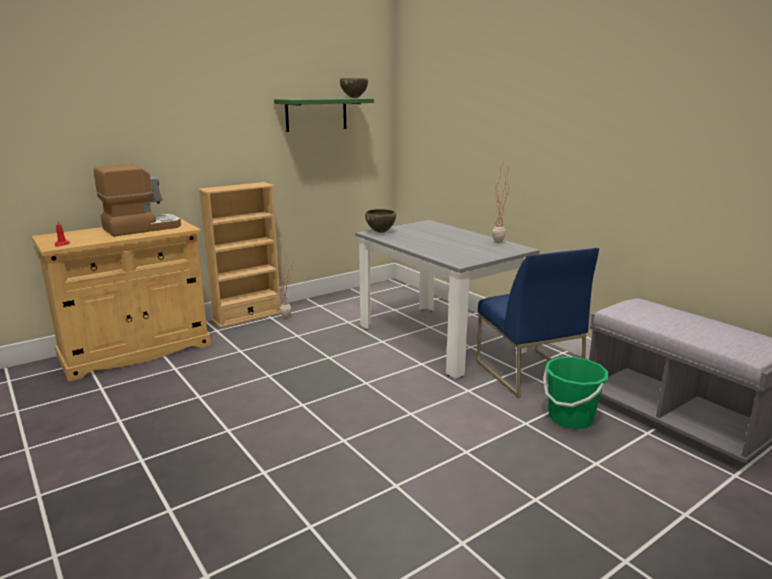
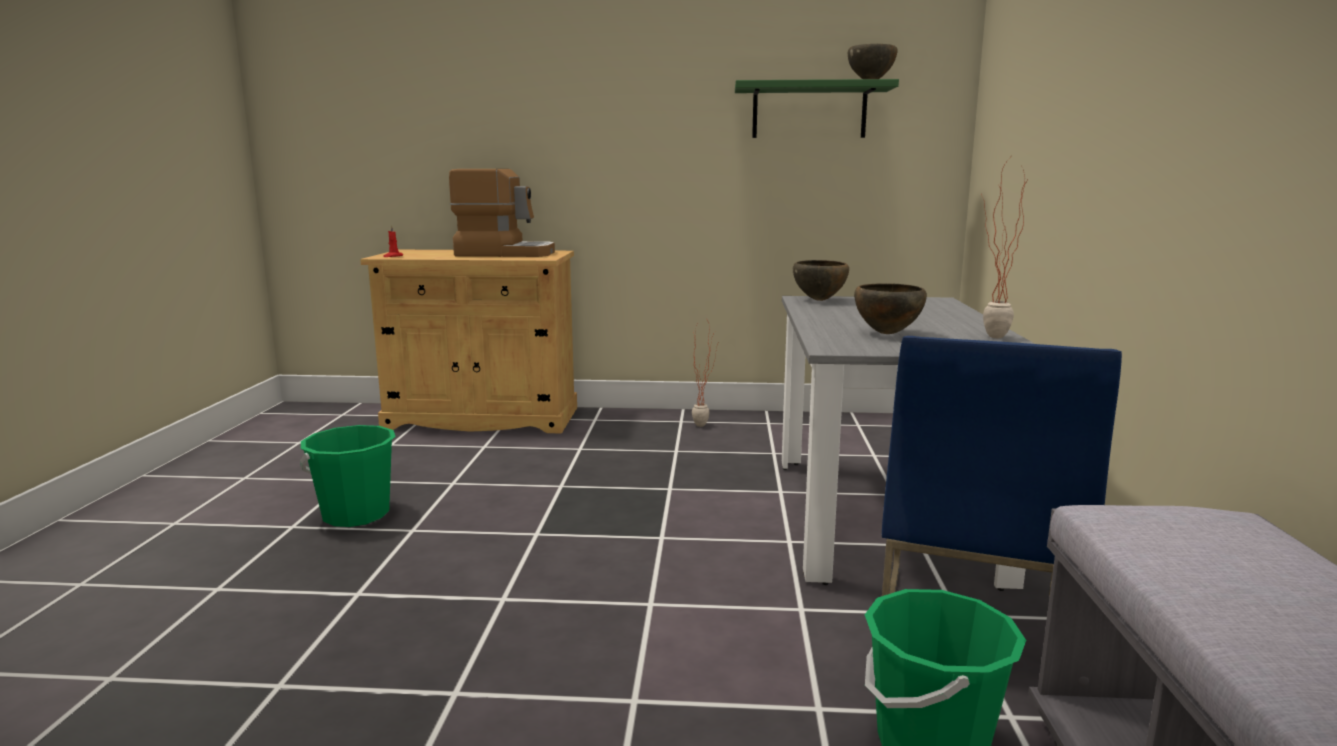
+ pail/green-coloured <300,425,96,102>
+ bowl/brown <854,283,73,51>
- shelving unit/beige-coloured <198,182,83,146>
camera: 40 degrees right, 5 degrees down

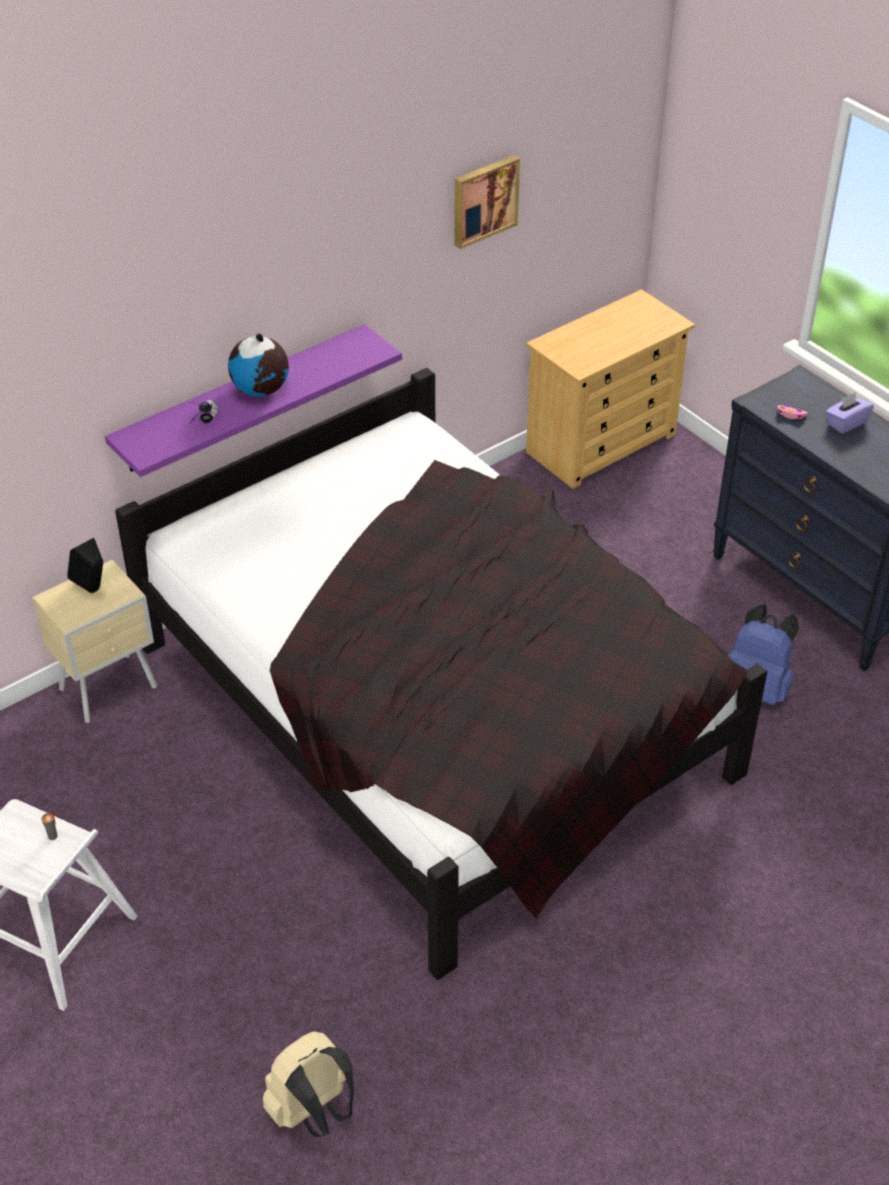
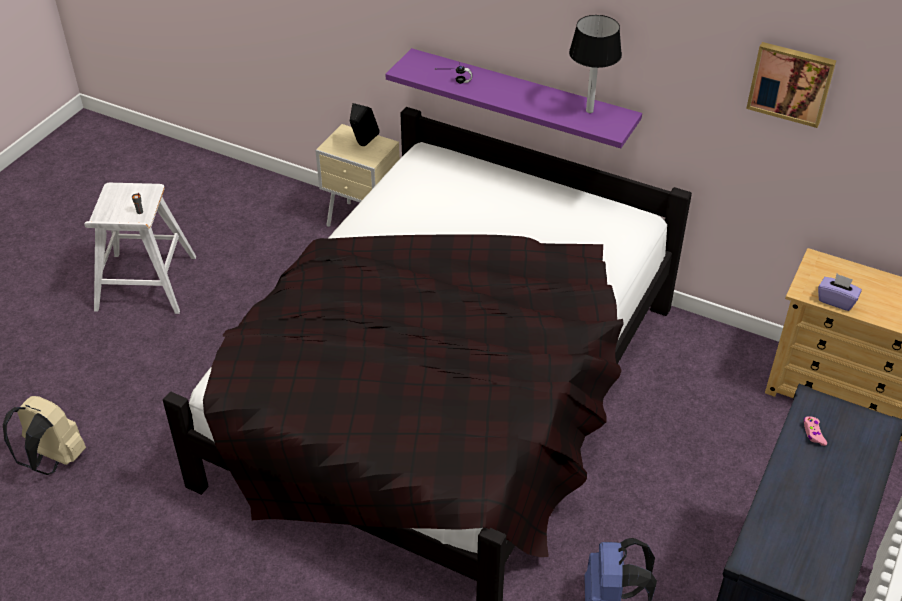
+ tabletop lamp <569,15,53,98>
~ tissue box/purple <826,392,48,42> to <818,274,44,37>
- world globe <228,333,61,64>
camera: 65 degrees right, 0 degrees up

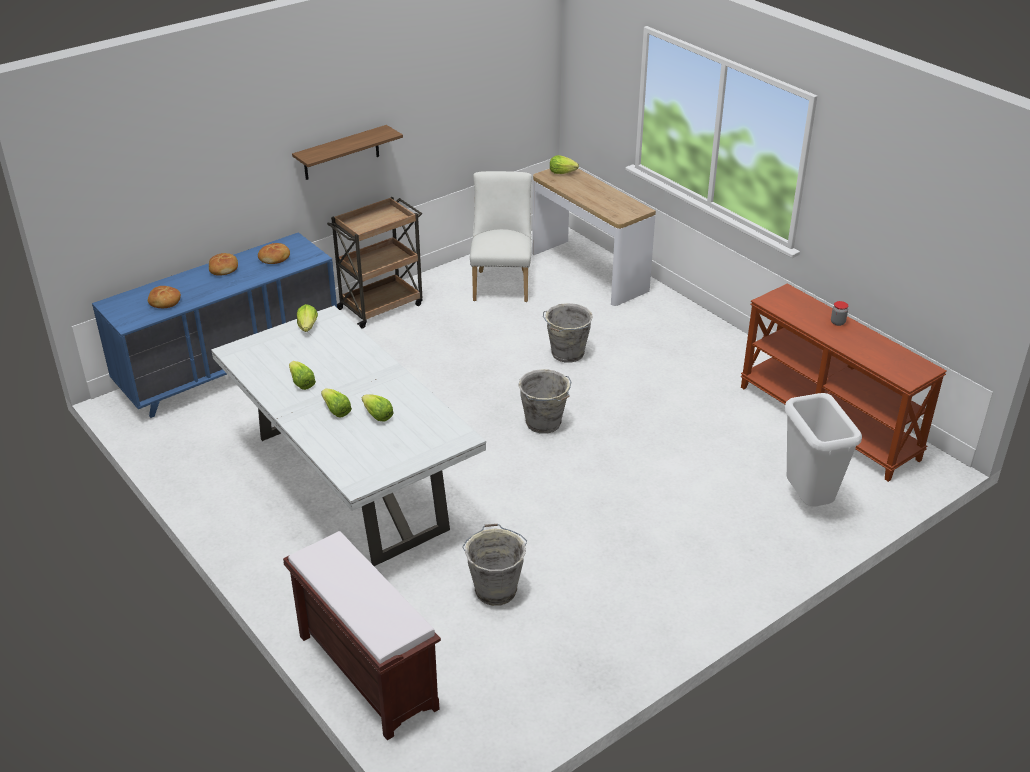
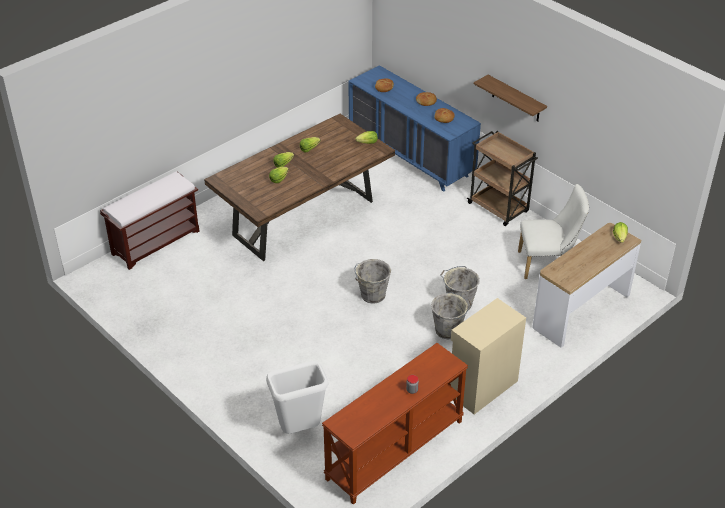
~ kitchen table/white-coloured <211,306,275,260> to kitchen table/brown <204,114,191,147>
~ pail/greyish <462,524,65,82> to <431,292,41,47>
+ storage cabinet/beige-coloured <450,298,76,116>
camera: 85 degrees right, 5 degrees up

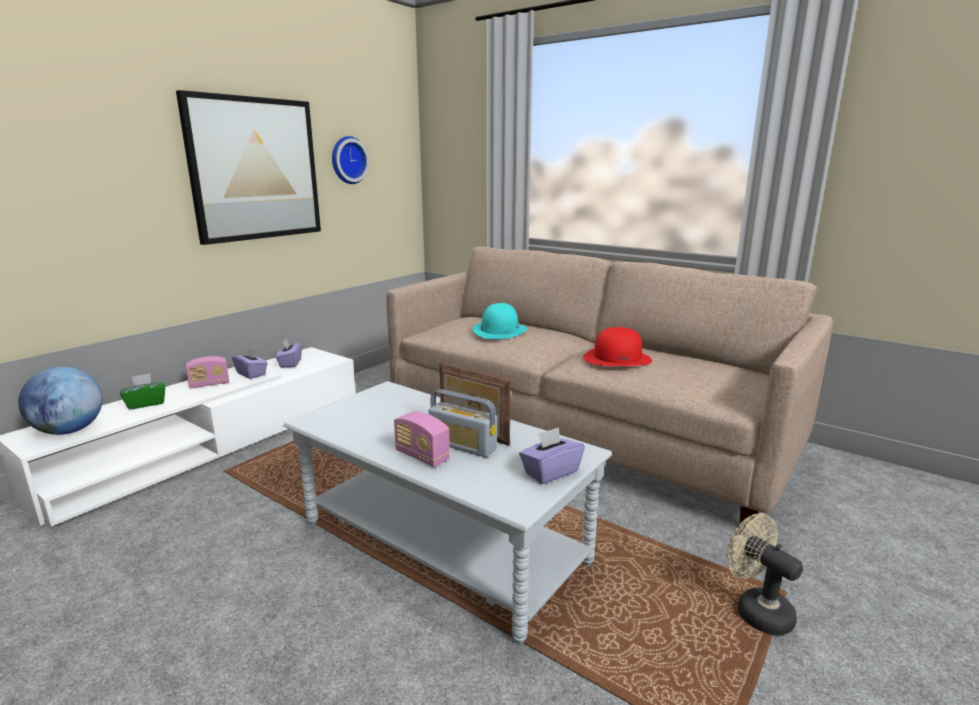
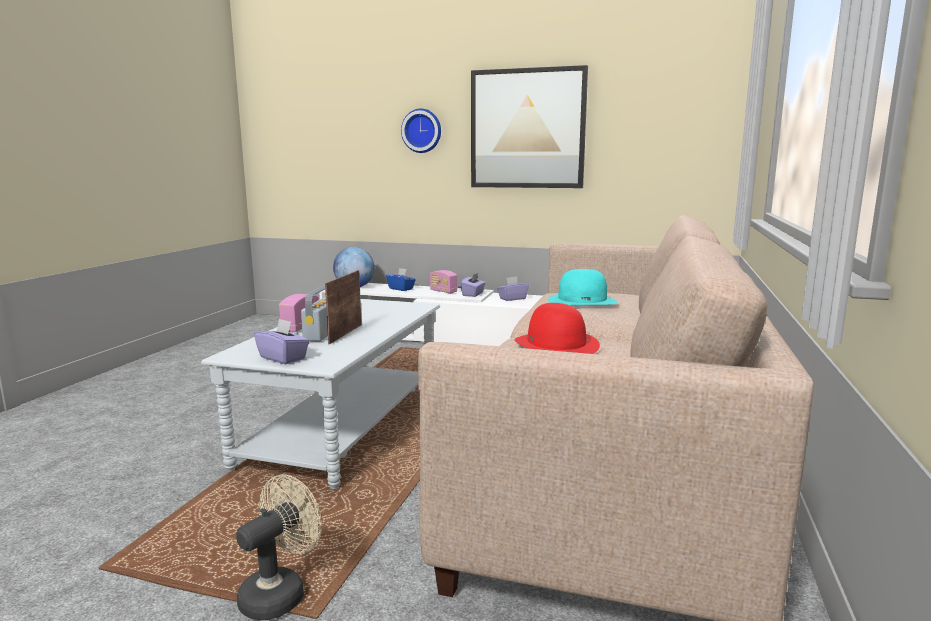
~ tissue box/green-coloured <120,374,45,36> to tissue box/blue-coloured <386,268,30,23>
~ clock on the wall <332,136,37,48> to <401,109,40,44>
camera: 70 degrees right, 5 degrees down

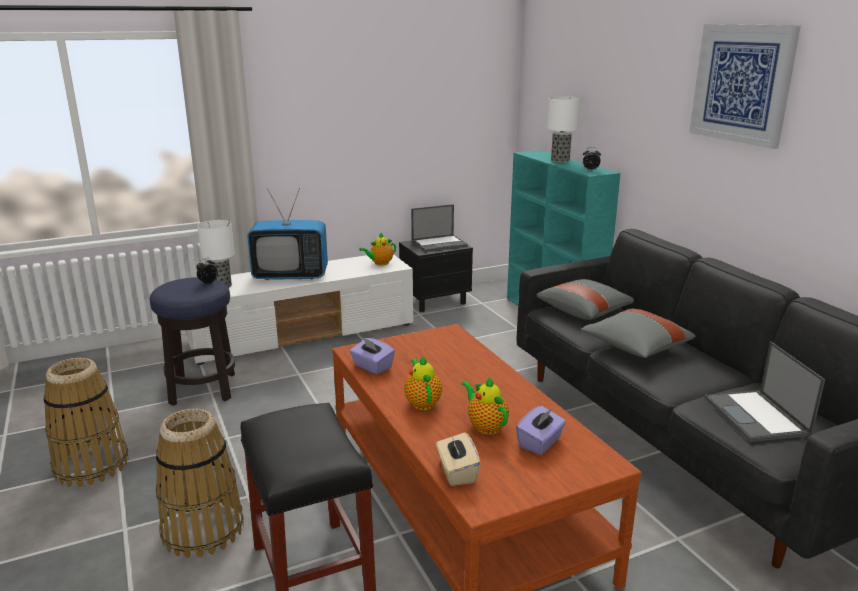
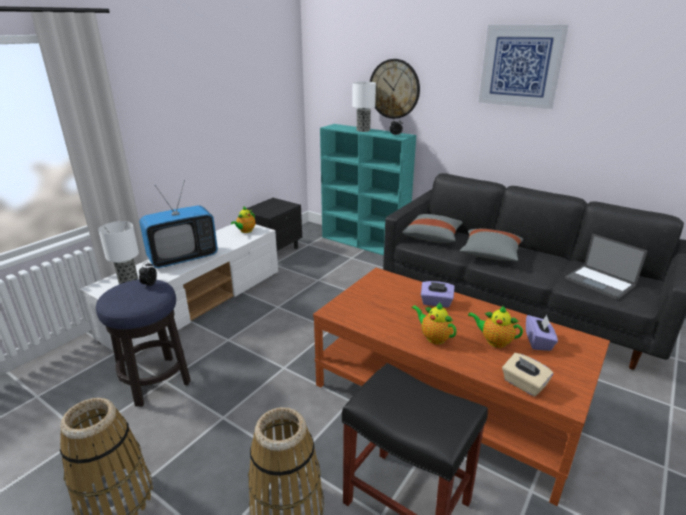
+ clock on the wall <370,59,50,60>
~ tissue box/purple <350,337,45,38> to <421,281,33,26>
- notebook computer <411,204,57,48>
camera: 30 degrees left, 5 degrees up

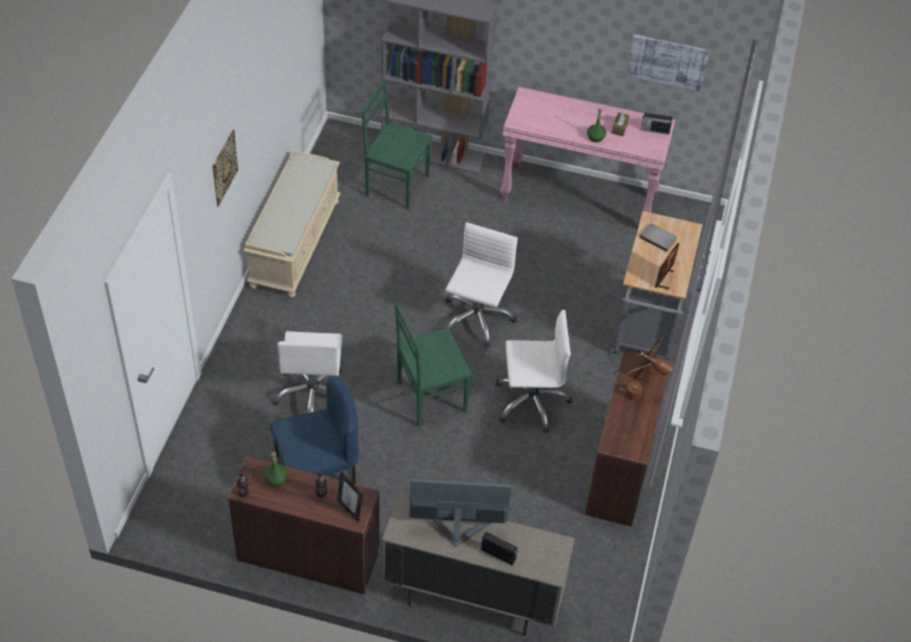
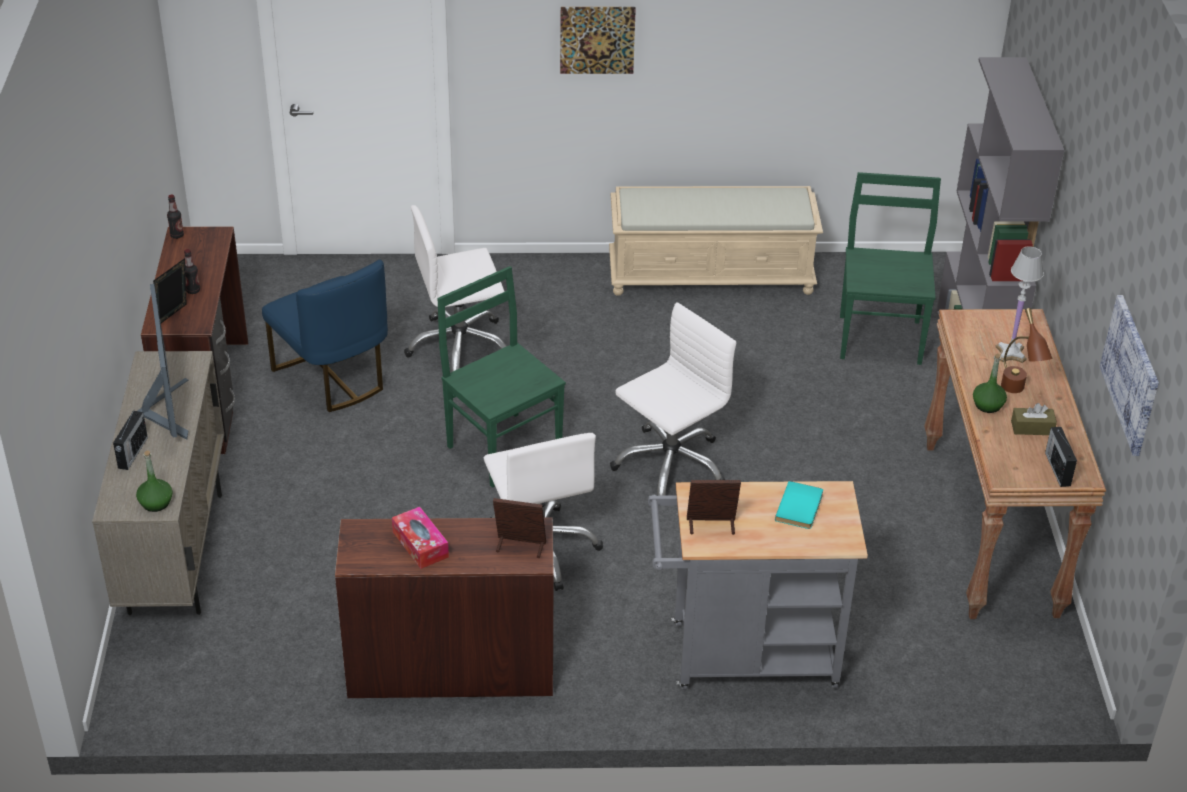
~ drink bottle/green-coloured <264,452,24,35> to <136,451,37,61>
+ tissue box <392,507,57,62>
~ office chair/white-coloured <445,222,73,126> = <610,302,126,194> 45 degrees counterclockwise
~ bound book/greyish <640,224,37,28> to bound book/turquoise <775,481,48,48>
~ narrow table/pink <500,87,175,135> to narrow table/brown <924,309,182,310>
+ tabletop lamp/white-coloured <995,246,49,117>
~ tabletop lamp/brown <617,352,57,49> to <1001,308,51,85>
camera: 75 degrees right, 10 degrees down

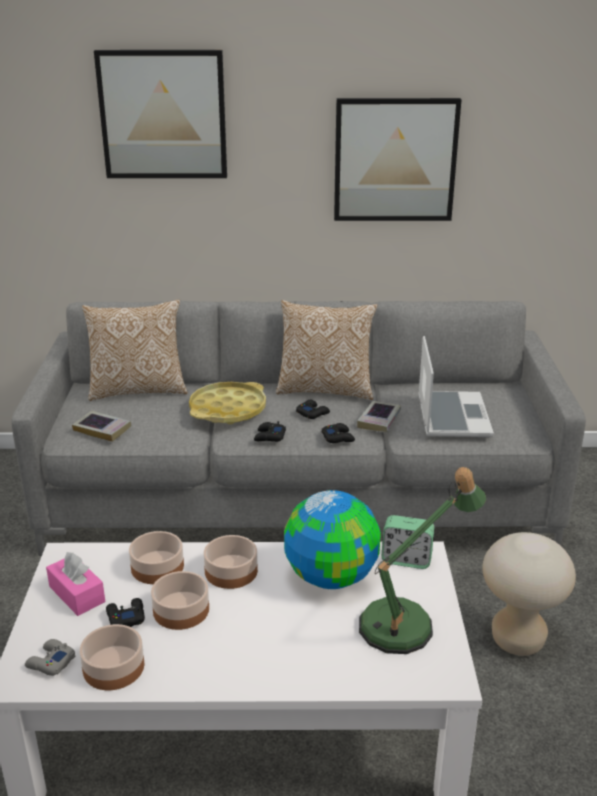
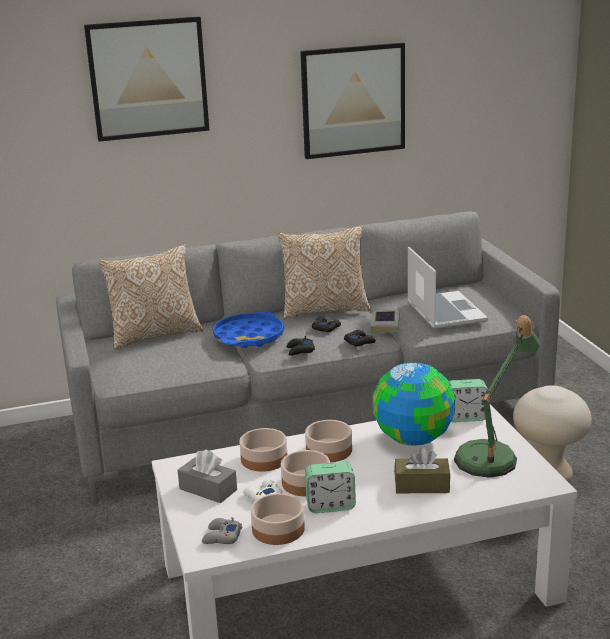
~ tissue box/pink <46,552,59,64> to tissue box/greyish <178,449,59,54>
~ serving tray/yellow <189,382,77,42> to serving tray/blue-coloured <213,311,71,37>
~ game controller/blackish <106,598,39,29> to game controller/white-coloured <243,479,39,23>
+ table clock <305,462,51,51>
+ tissue box/brown <394,447,57,46>
- bound book <72,411,60,31>
camera: 15 degrees left, 5 degrees down

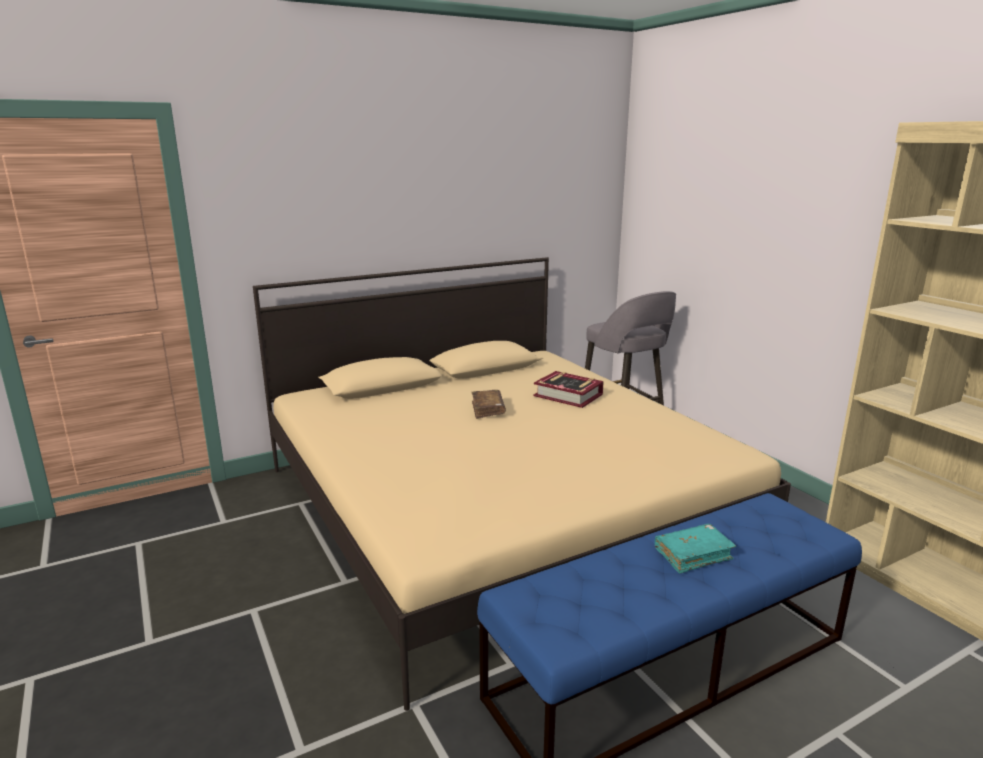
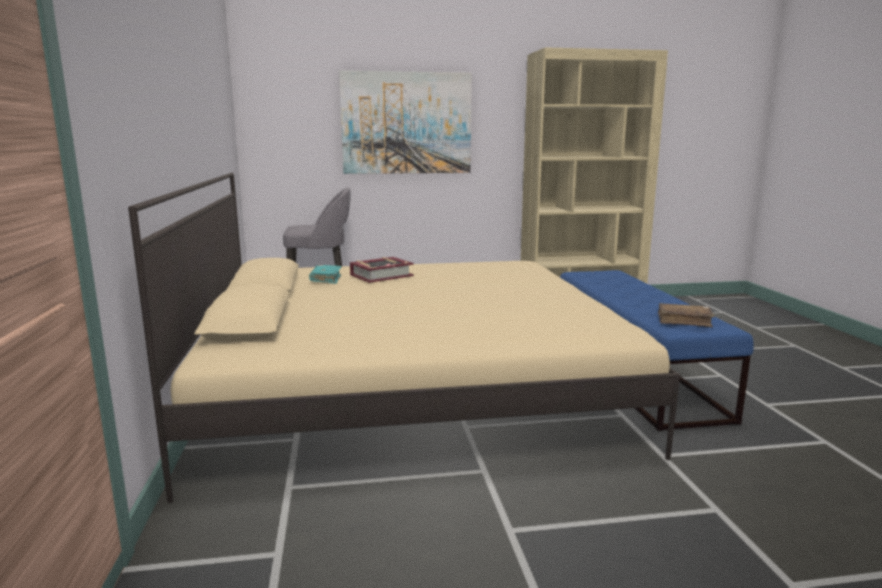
~ bound book/turquoise <655,524,81,50> to <309,265,32,19>
+ wall picture <339,71,133,103>
~ bound book/brown <471,390,35,29> to <658,303,56,24>
camera: 70 degrees left, 5 degrees down

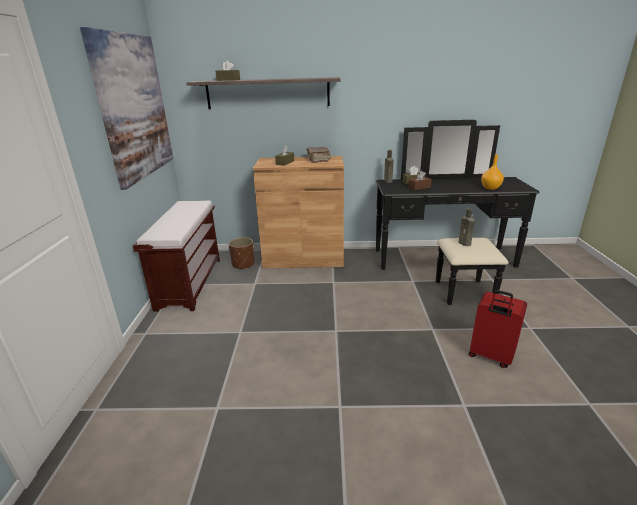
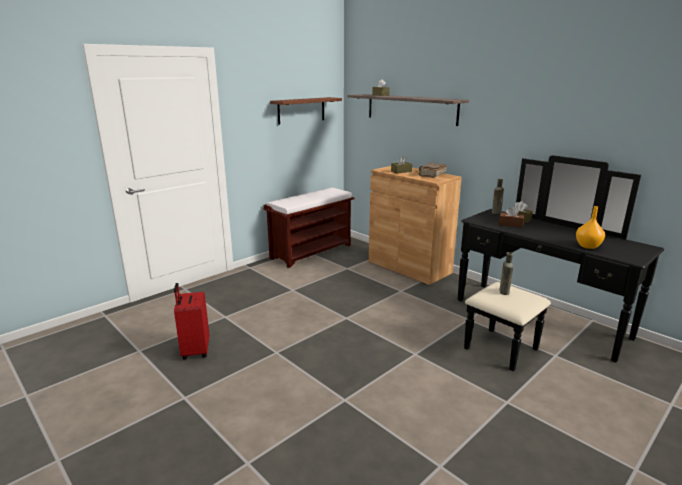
~ suitcase/red <469,290,58,78> to <174,283,35,77>
~ wall picture <80,27,93,163> to bracket shelf/brown <270,97,72,28>
- flower pot/brown <229,237,25,32>
camera: 45 degrees right, 5 degrees down

